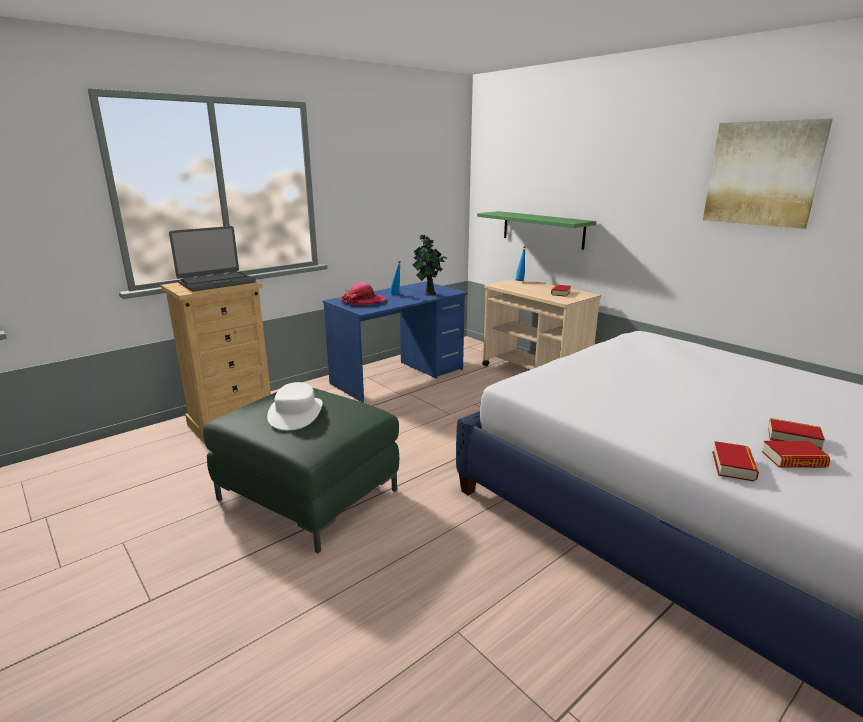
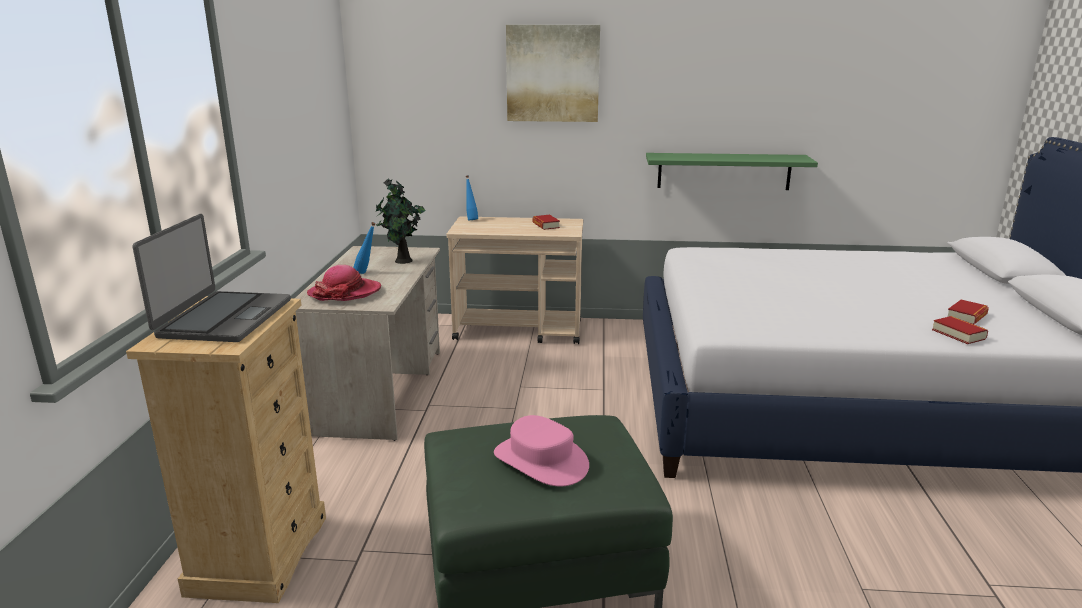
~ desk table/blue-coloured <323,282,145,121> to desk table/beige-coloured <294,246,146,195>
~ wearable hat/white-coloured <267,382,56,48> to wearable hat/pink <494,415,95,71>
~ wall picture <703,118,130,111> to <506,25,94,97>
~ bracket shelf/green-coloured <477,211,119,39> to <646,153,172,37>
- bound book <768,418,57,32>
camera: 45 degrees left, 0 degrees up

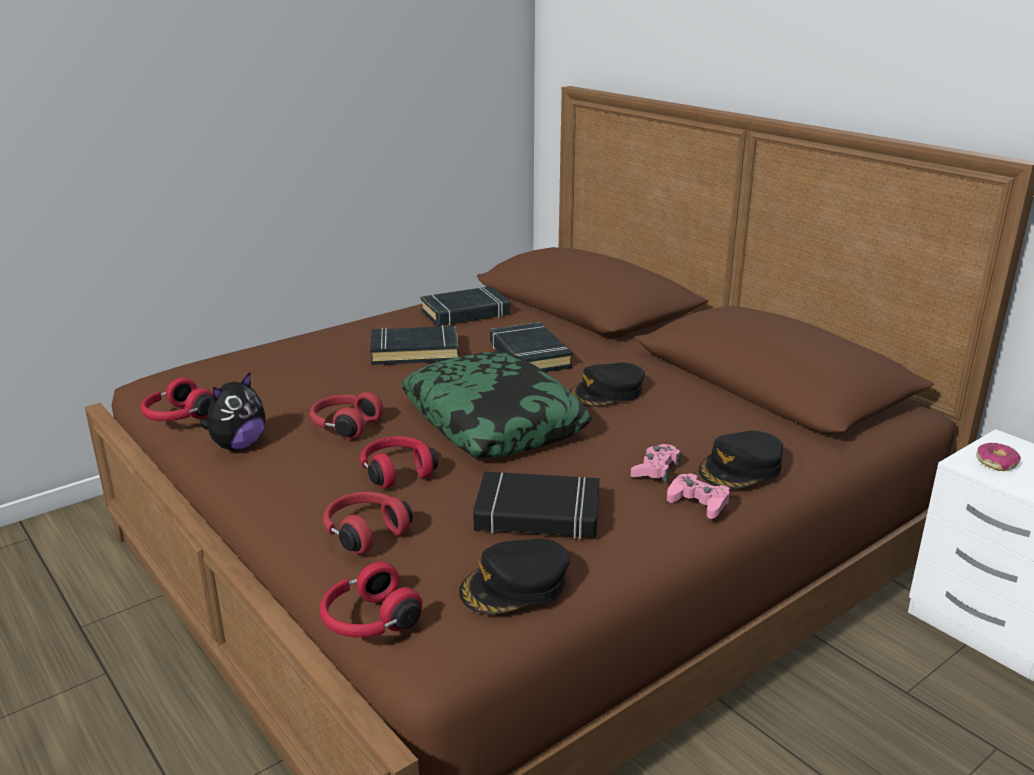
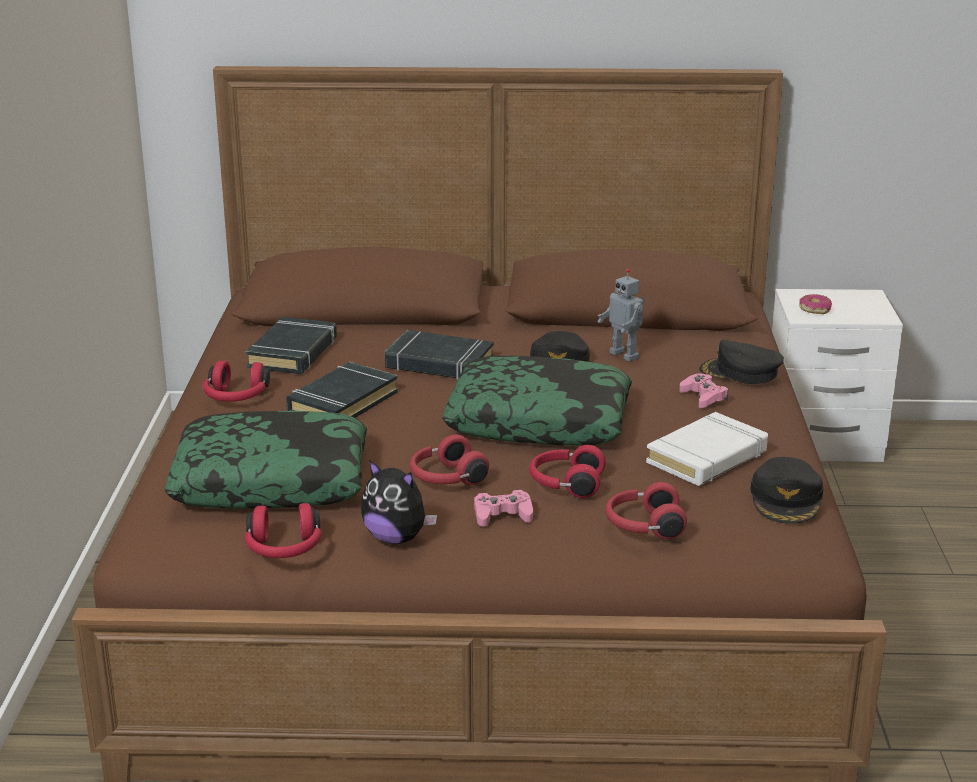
+ pillow <165,411,202,98>
~ headphones/red <320,561,102,77> to <203,360,67,41>
~ cuddly toy <200,372,65,79> = <361,460,76,84> 135 degrees clockwise
~ game controller/pink <667,473,63,46> to <474,490,59,37>
+ robot figure <598,269,47,93>
~ bound book/blackish <473,471,127,68> to bound book/white-coloured <646,412,122,74>
~ baseball cap/blackish <699,431,84,58> = <700,340,84,44> 105 degrees clockwise
camera: 50 degrees left, 0 degrees up

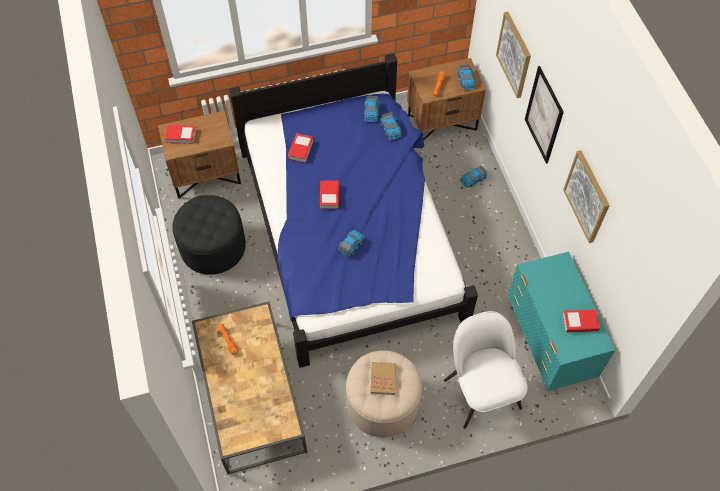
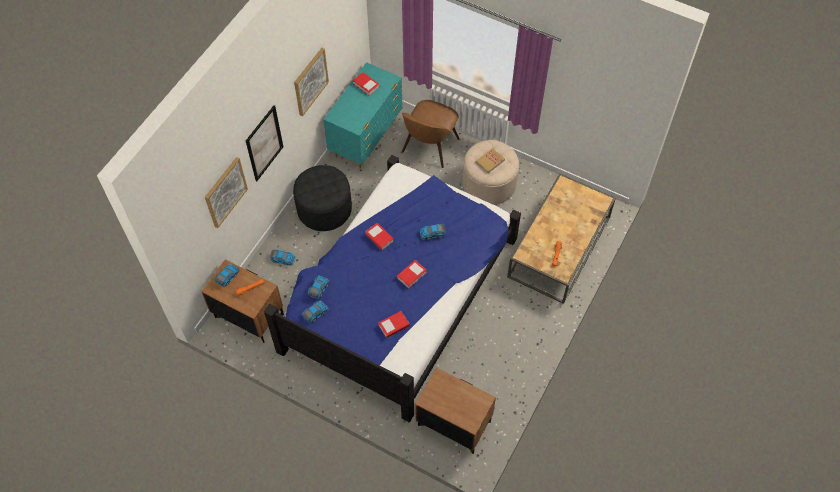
~ pouffe/blackish <172,195,74,80> to <293,165,59,66>
~ bound book <165,125,31,19> to <365,223,29,27>
~ chair/white-coloured <444,311,84,118> to chair/brown <402,100,58,68>
camera: 135 degrees left, 0 degrees up

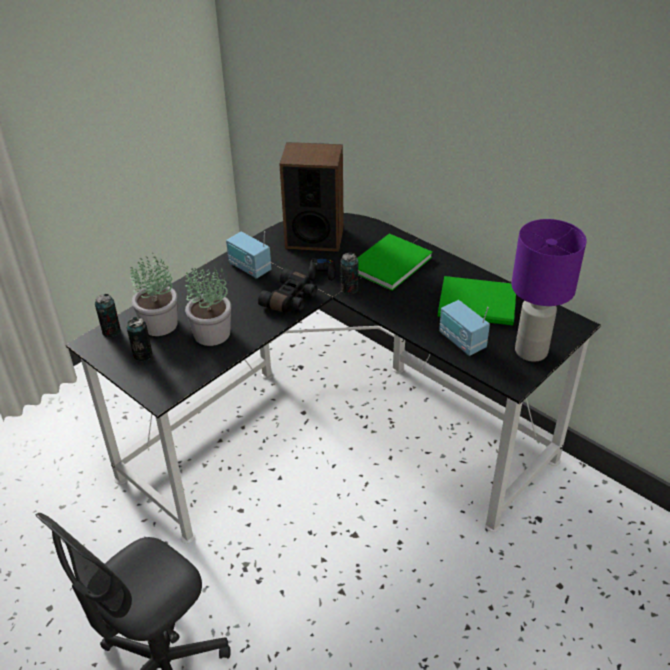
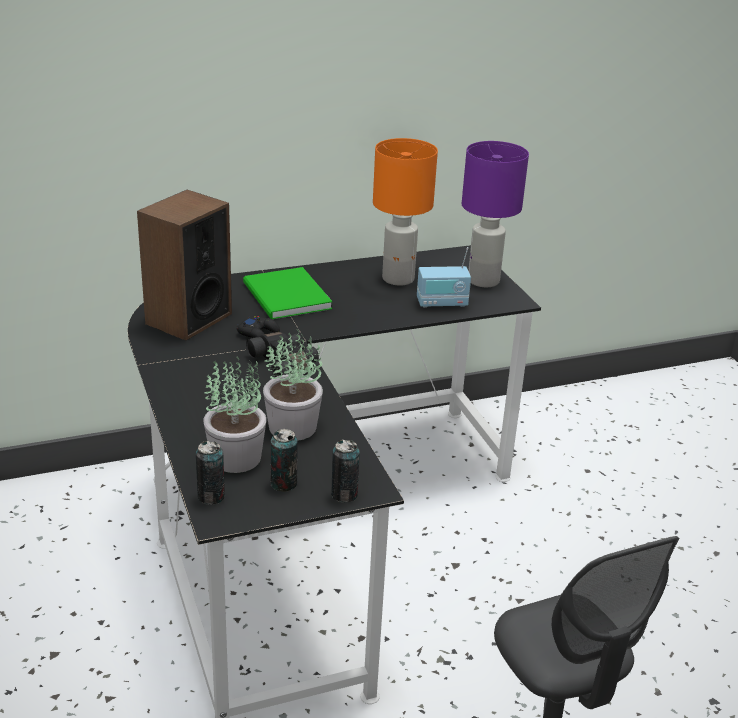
~ metal can <340,253,18,41> to <331,439,29,63>
~ bound book/green-coloured <438,276,78,49> to tabletop lamp/orange-coloured <373,138,65,148>
- radio set <226,231,46,47>
camera: 65 degrees left, 10 degrees down

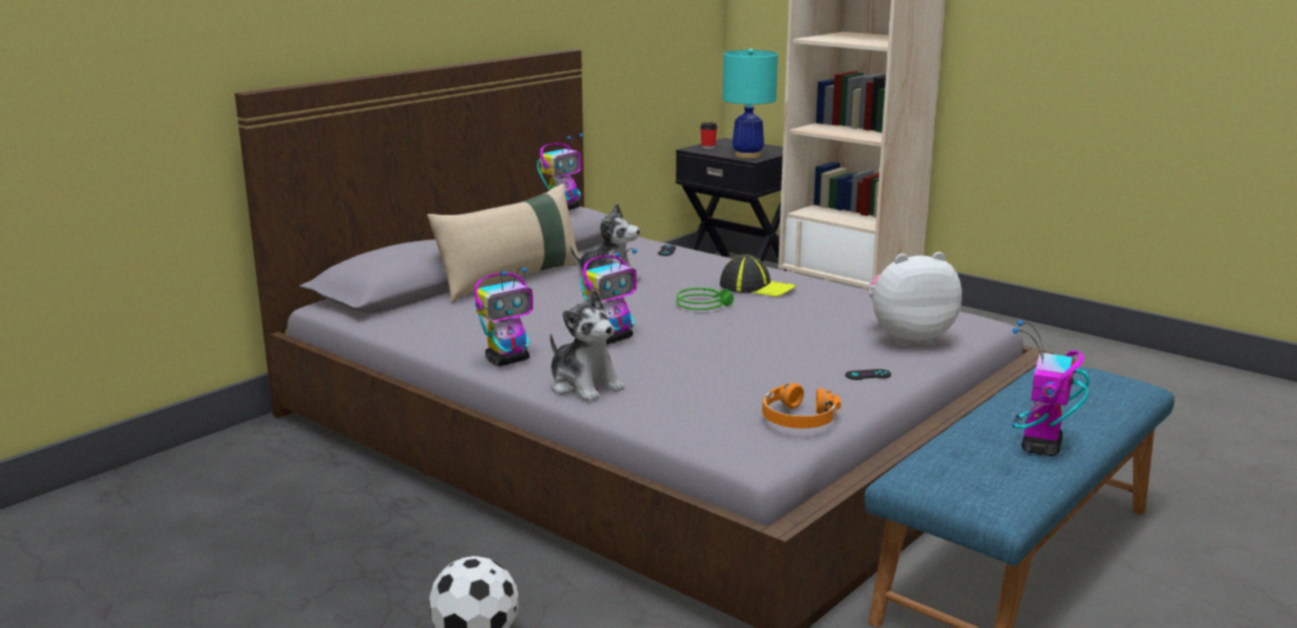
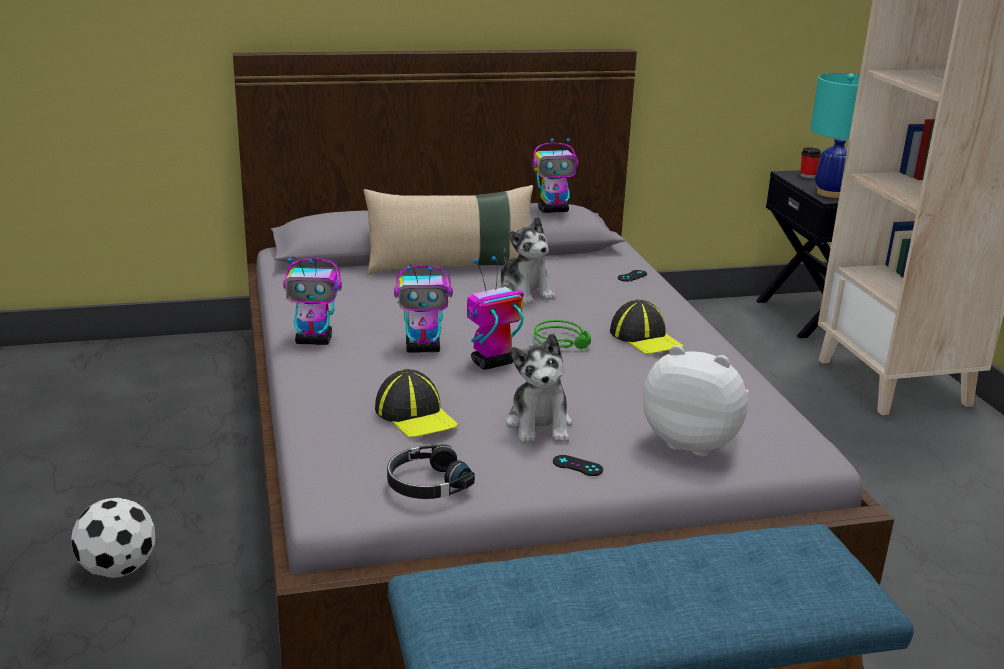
+ baseball cap <375,369,83,69>
~ headphones/orange-coloured <762,383,79,45> to headphones/blackish <387,444,88,55>
~ robot figure <1012,320,78,136> to <467,256,57,114>
~ cuddly toy <550,289,75,113> to <506,333,66,111>
camera: 35 degrees right, 5 degrees up

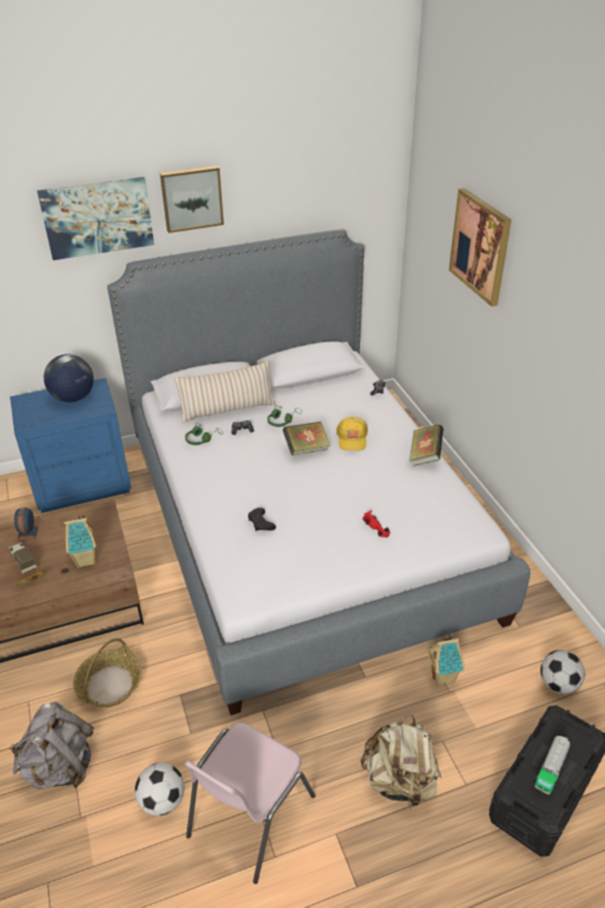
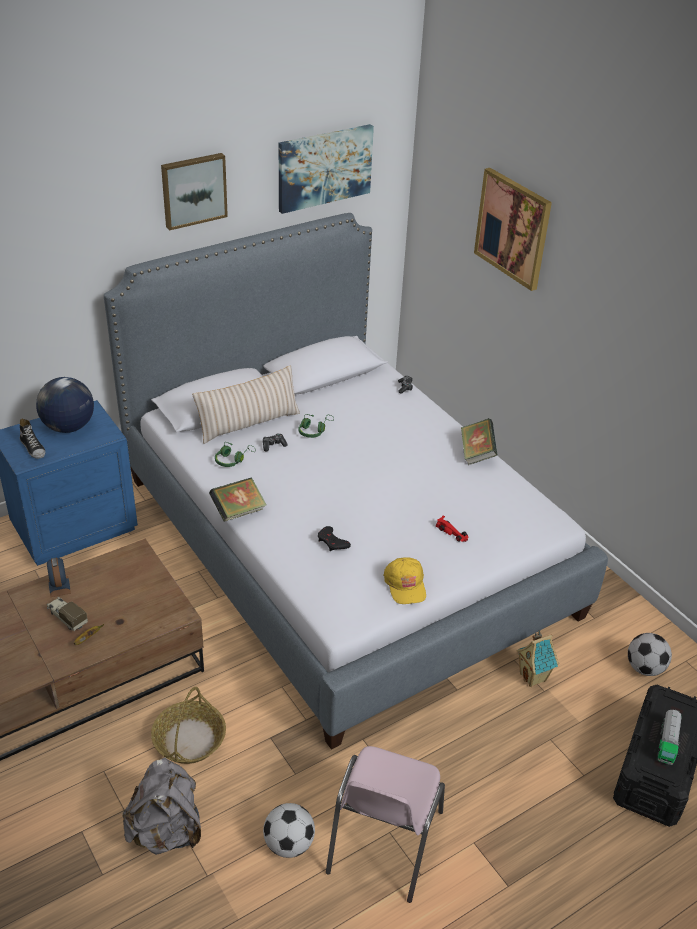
+ item of footwear <20,418,25,41>
~ bound book <283,421,48,34> to <209,477,58,45>
~ wall picture <37,177,117,83> to <279,124,95,90>
~ baseball cap/yellow <336,417,32,34> to <383,557,43,47>
- toy house <64,514,32,54>
- rucksack/beige-coloured <360,715,81,94>
camera: 15 degrees left, 0 degrees up

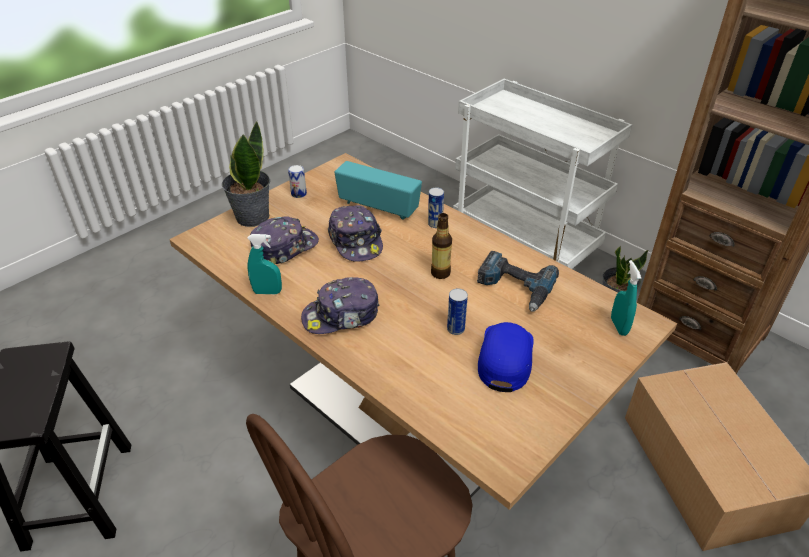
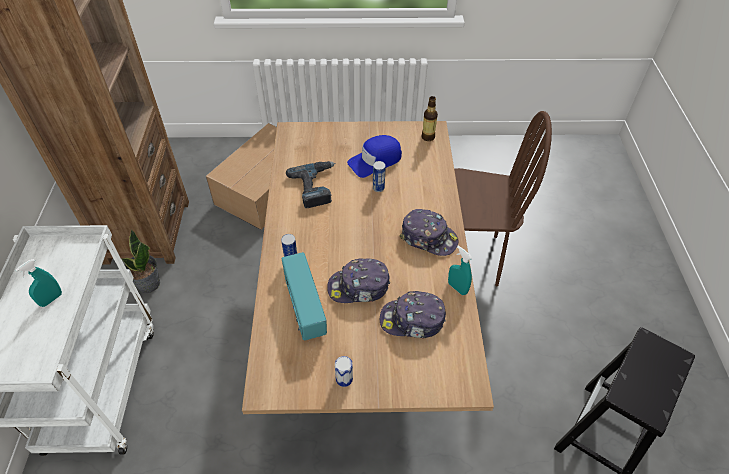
~ spray bottle/turquoise <611,260,30,76> to <15,259,47,48>
~ baseball cap <328,205,55,57> = <327,258,63,45> 120 degrees counterclockwise
~ drink bottle <431,213,21,66> to <421,96,17,45>
- potted plant <222,121,48,106>
camera: 135 degrees left, 10 degrees up

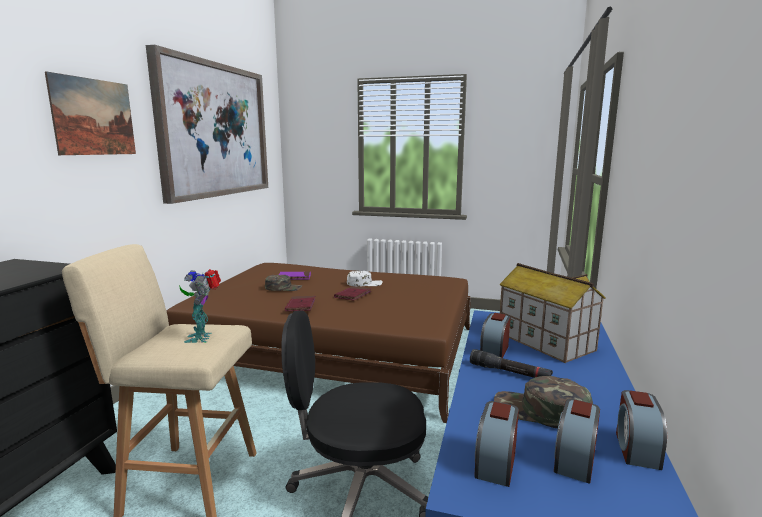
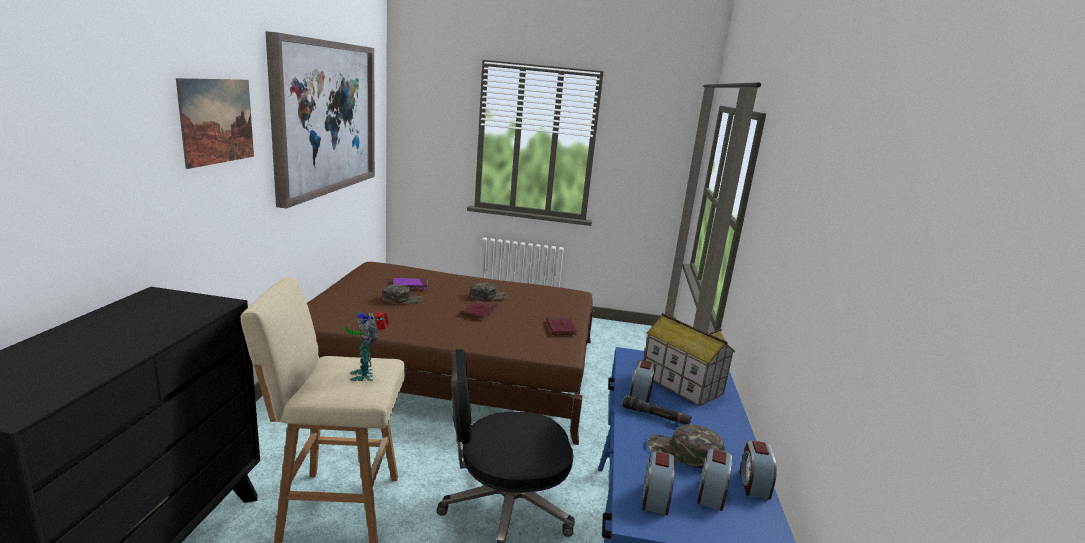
~ baseball cap/white-coloured <347,271,36,16> to baseball cap/green-coloured <470,282,37,18>
~ bound book/red <285,296,31,15> to <546,317,31,18>
camera: 10 degrees left, 5 degrees up

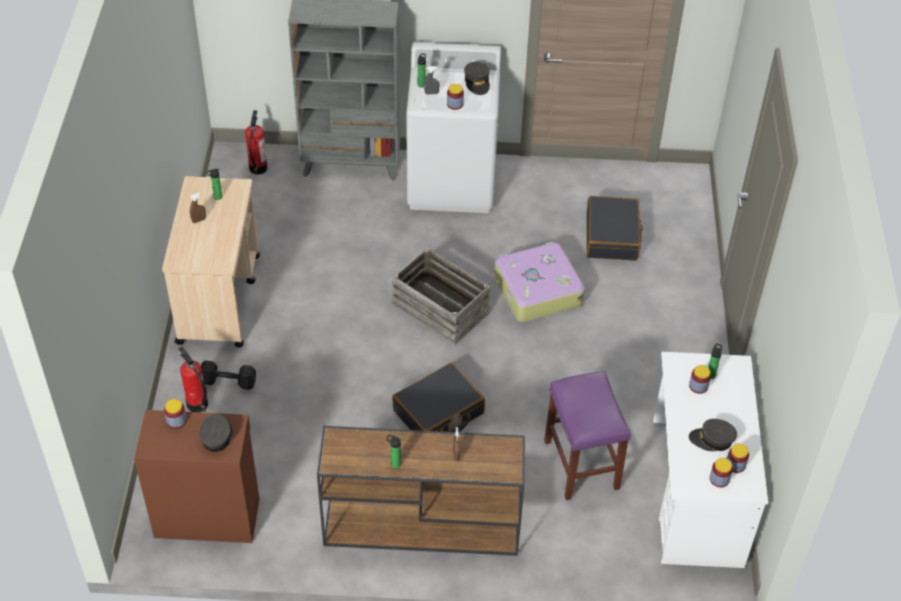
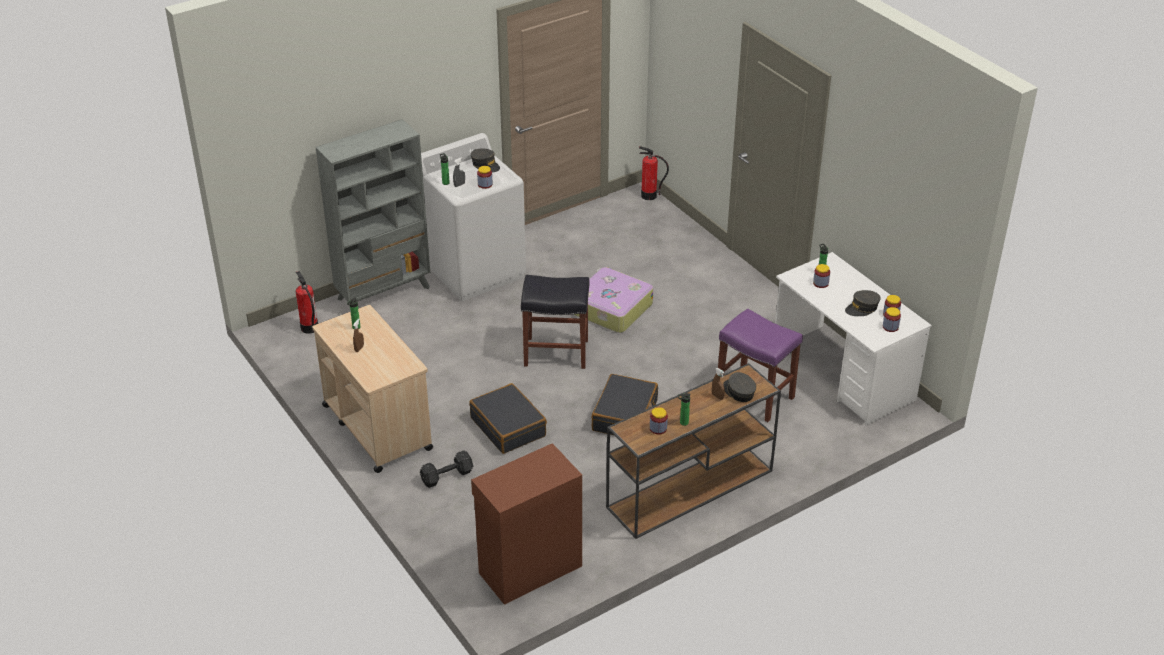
~ suitcase/blackish <587,196,56,65> to <469,383,78,71>
~ packing crate <392,247,99,98> to stool seat/blackish <521,275,68,94>
~ fire-fighting cylinder <178,347,30,65> to <639,146,30,54>
~ storage jar <164,399,23,30> to <650,407,18,27>
~ baseball cap/greyish <199,414,34,38> to <723,372,33,30>
camera: 35 degrees left, 10 degrees down

